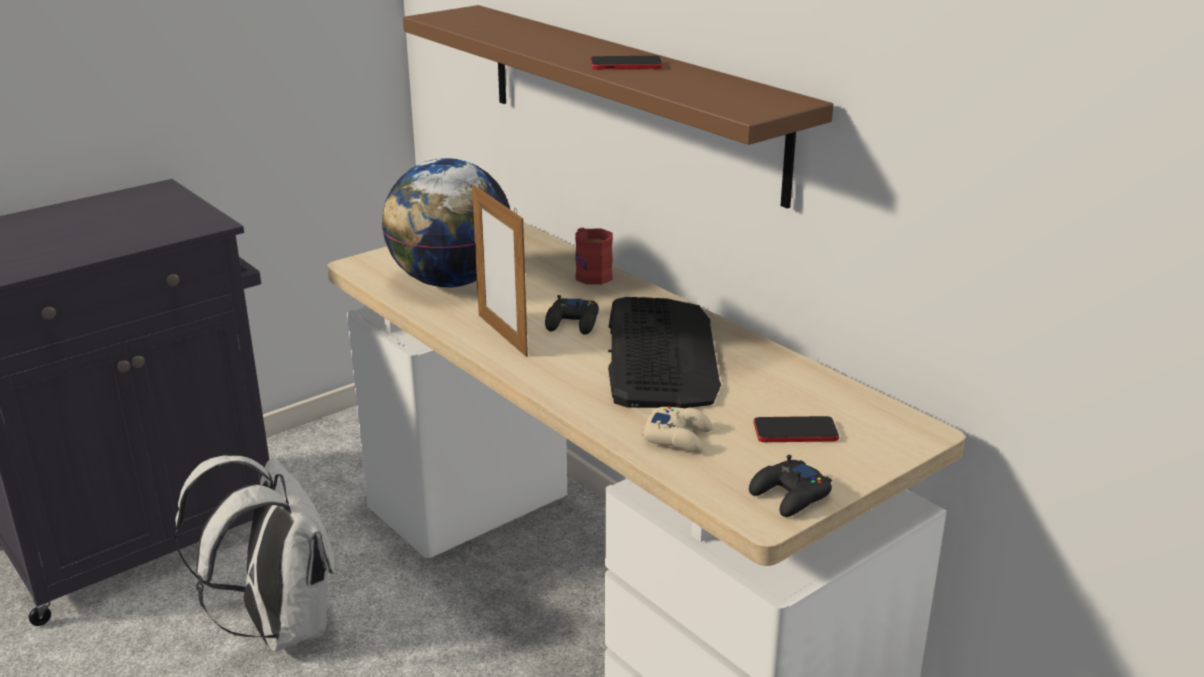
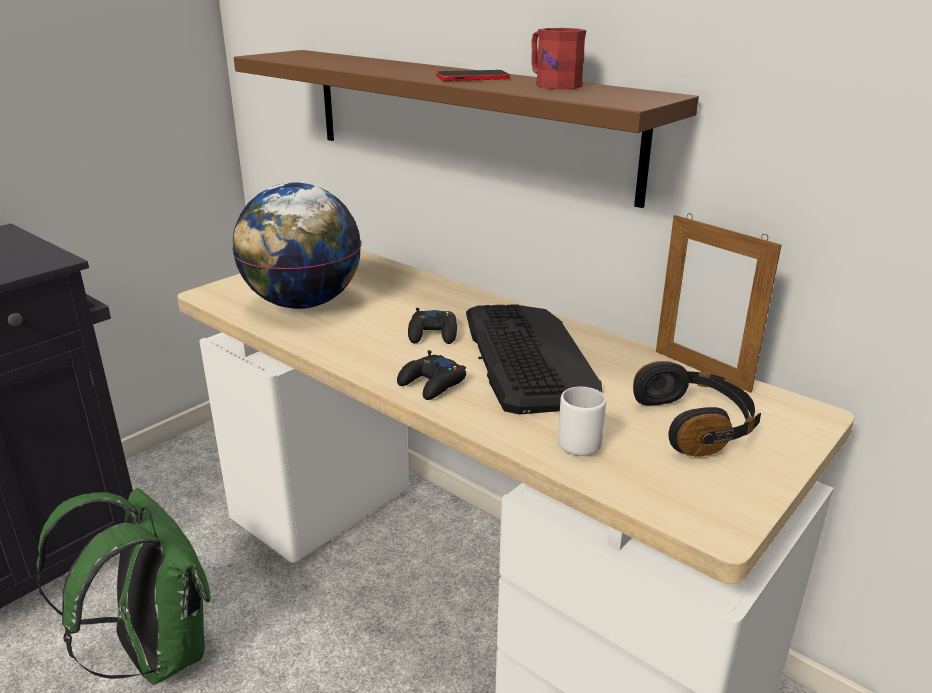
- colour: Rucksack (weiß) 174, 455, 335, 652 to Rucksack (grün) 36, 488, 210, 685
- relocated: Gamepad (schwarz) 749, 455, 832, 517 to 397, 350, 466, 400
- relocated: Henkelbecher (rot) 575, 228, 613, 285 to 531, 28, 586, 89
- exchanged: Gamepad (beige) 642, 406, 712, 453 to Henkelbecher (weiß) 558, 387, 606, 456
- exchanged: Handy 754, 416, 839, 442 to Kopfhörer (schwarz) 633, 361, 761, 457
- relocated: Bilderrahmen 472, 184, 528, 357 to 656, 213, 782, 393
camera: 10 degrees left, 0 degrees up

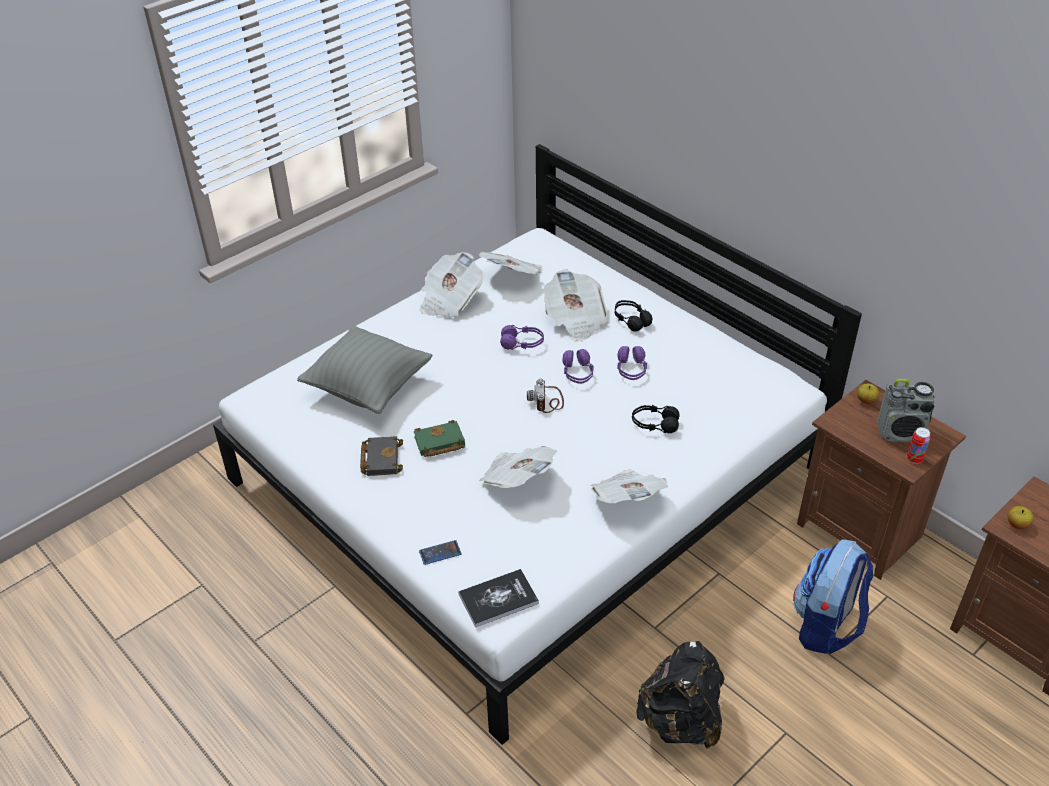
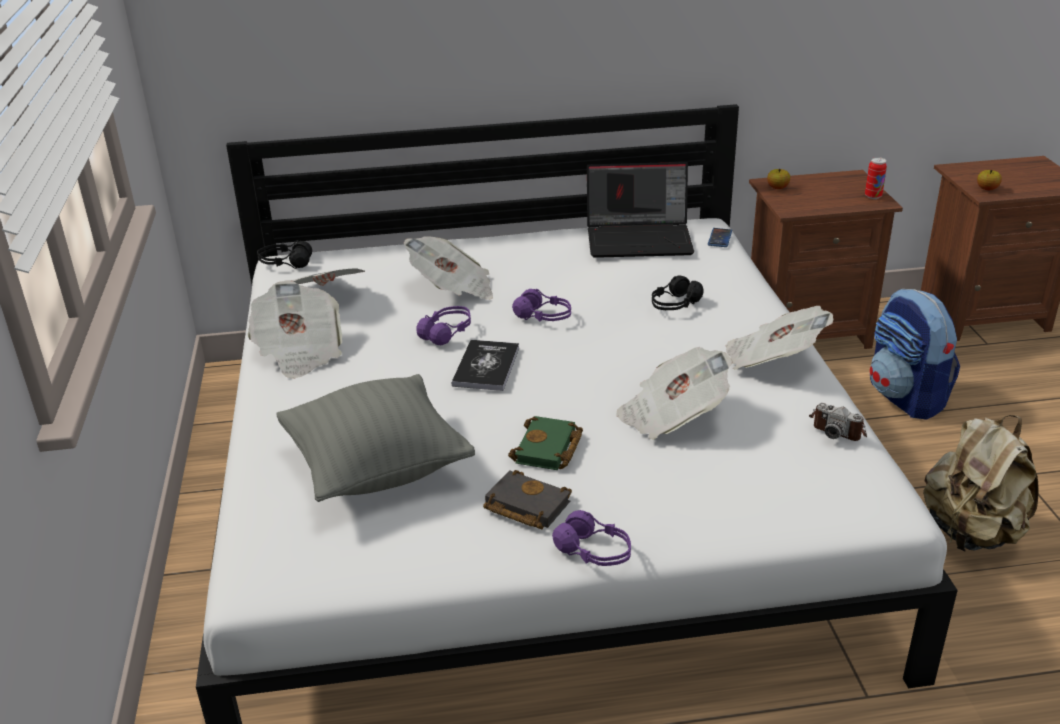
- relocated: Kopfhörer (schwarz) 615, 300, 652, 331 to 257, 240, 312, 269
- relocated: Buch 459, 569, 539, 627 to 452, 340, 519, 391
- relocated: Kopfhörer (lila) 617, 346, 647, 380 to 552, 510, 631, 566
- appeared: Laptop 587, 162, 694, 258
- relocated: Handy 419, 540, 462, 565 to 708, 228, 732, 247
- relocated: Kamera 527, 379, 564, 413 to 809, 403, 867, 441
- colour: Rucksack (schwarz) 636, 641, 724, 749 to Rucksack (beige) 923, 415, 1039, 551
- missing: Radio 877, 379, 935, 442
camera: 55 degrees left, 10 degrees down

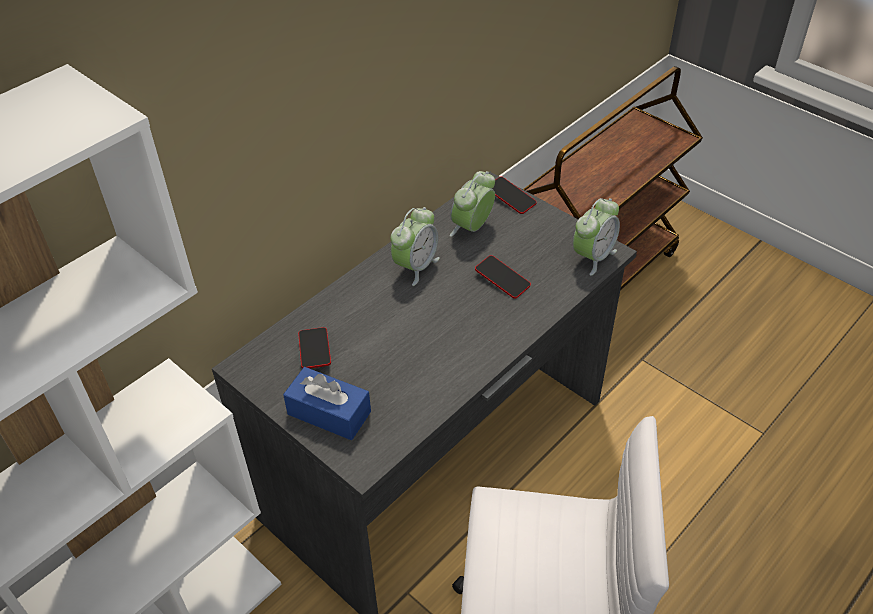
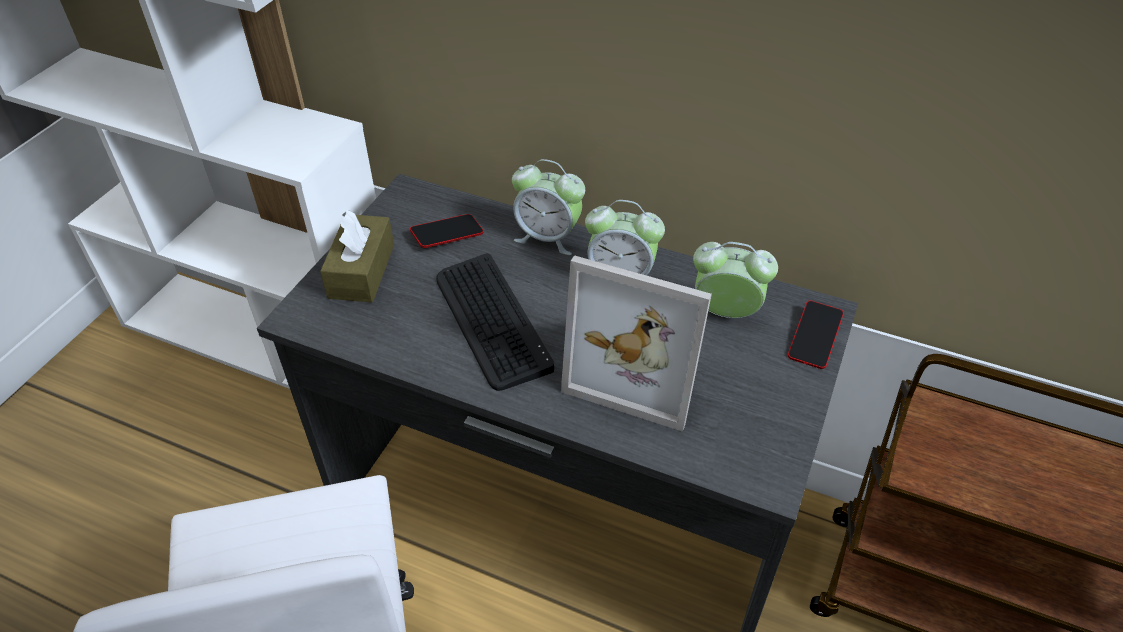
- colour: Taschentuchbox (blau) 283, 367, 371, 440 to Taschentuchbox (braun) 320, 210, 394, 302
- appeared: Tastatur 436, 253, 554, 391
- relocated: Wecker 573, 198, 620, 276 to 512, 159, 585, 255
- exchanged: Handy 475, 255, 531, 299 to Bilderrahmen 561, 255, 712, 432
camera: 70 degrees right, 0 degrees up

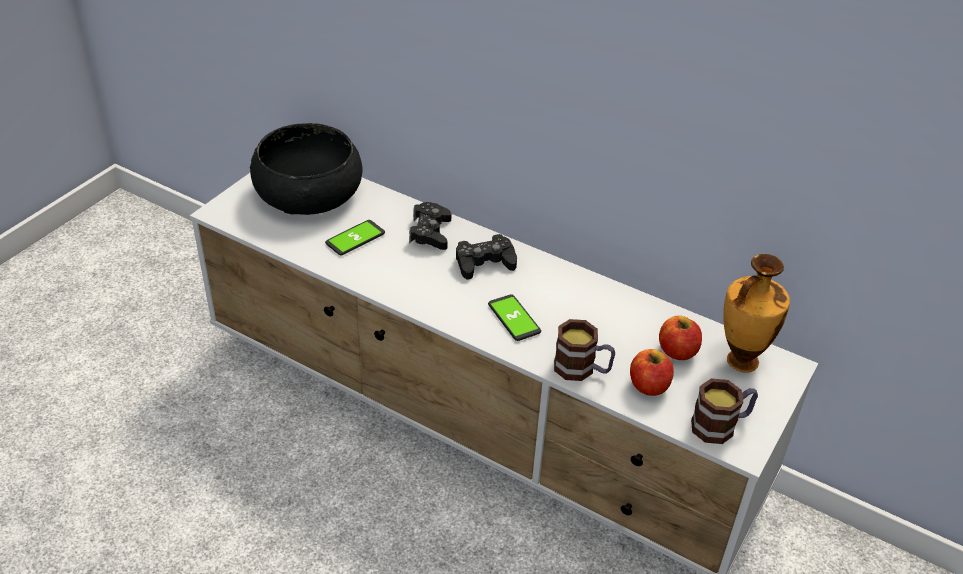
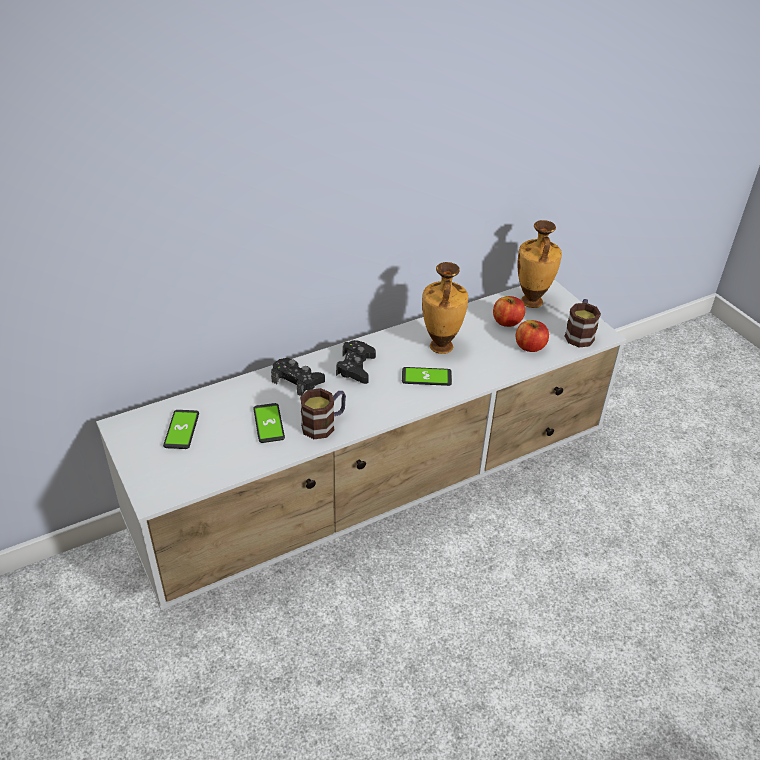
- exchanged: Schüssel (schwarz) 250, 123, 363, 215 to Handy 163, 410, 199, 449
- relocated: Henkelbecher 554, 319, 615, 381 to 300, 388, 346, 439
- appeared: Vase 422, 262, 468, 354
camera: 60 degrees left, 0 degrees up

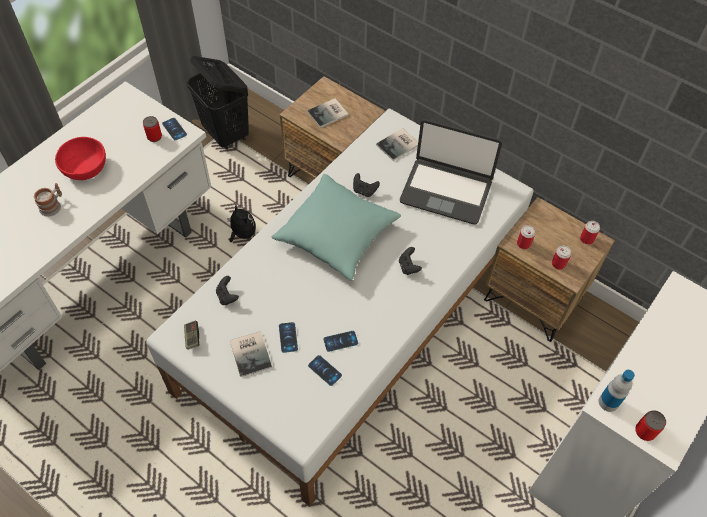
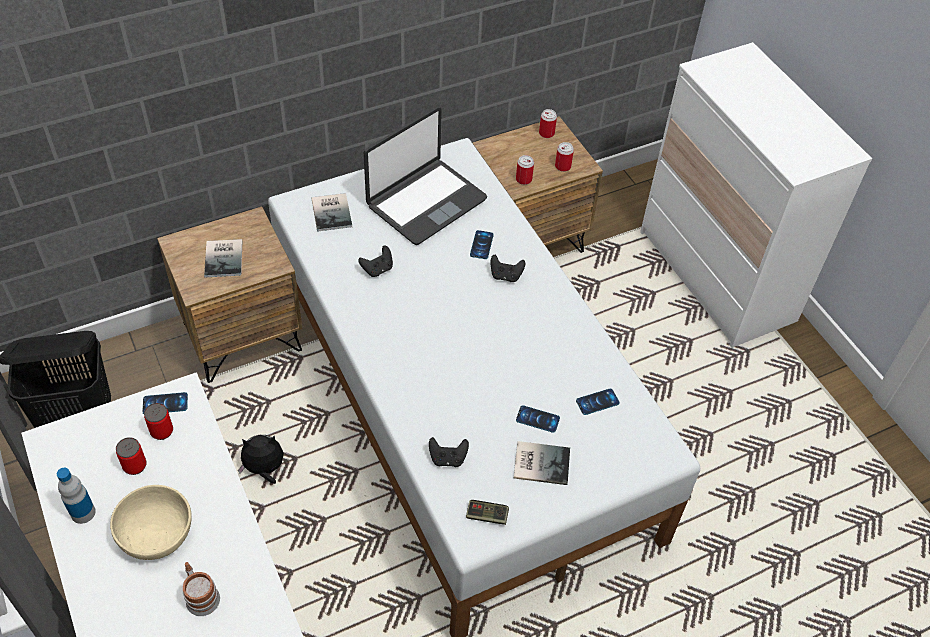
- relocated: Flasche 599, 370, 635, 412 to 57, 468, 96, 524
- colour: Schüssel (rot) 55, 137, 106, 180 to Schüssel (beige) 110, 485, 192, 560
- relocated: Dose 635, 410, 666, 441 to 116, 437, 146, 475
- relocated: Handy 323, 331, 358, 352 to 470, 230, 494, 259
- missing: Kissen (türkis) 271, 174, 401, 281
camera: 65 degrees left, 5 degrees down

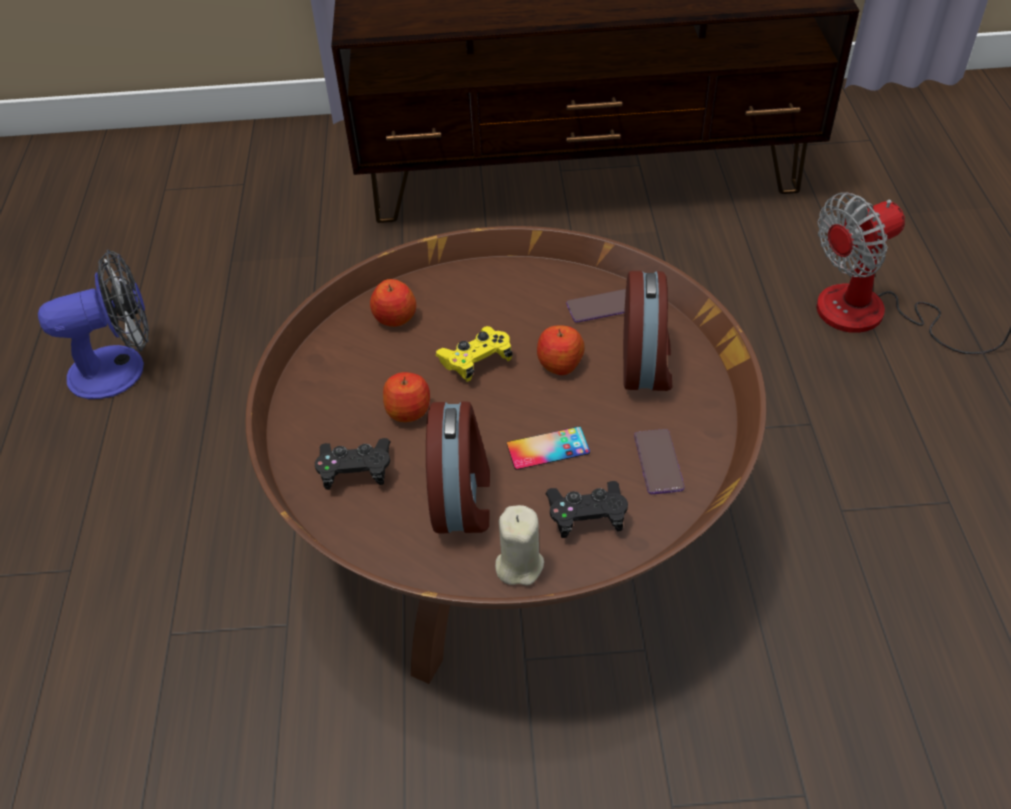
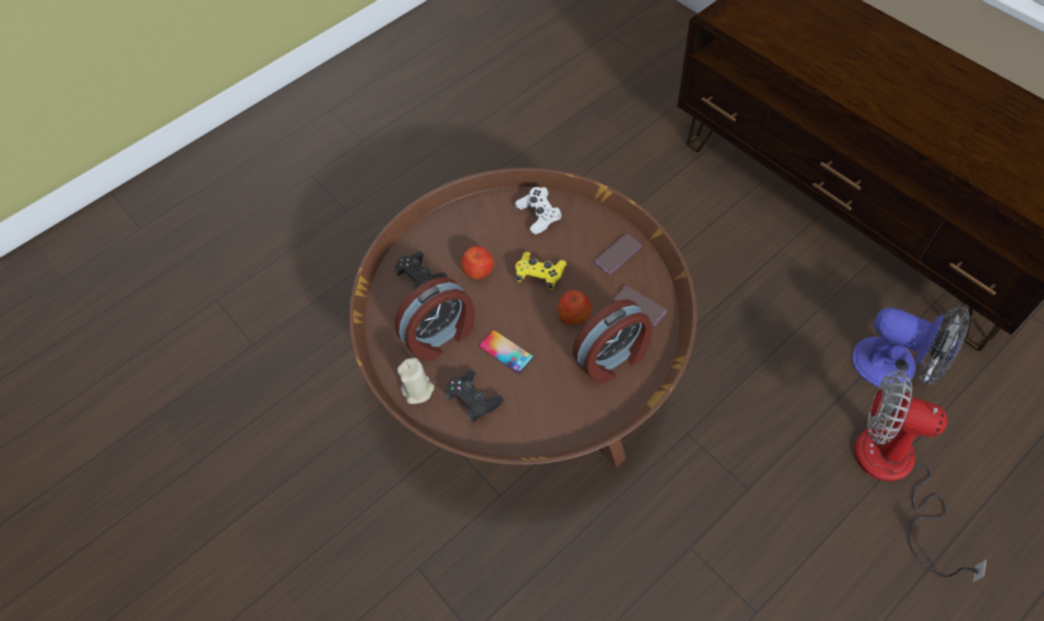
- exchanged: Apfel 370, 279, 416, 327 to Gamepad (weiß) 515, 187, 562, 235
- relocated: Handy 634, 429, 684, 494 to 594, 234, 642, 274
- relocated: Ventilator 38, 250, 149, 399 to 852, 306, 970, 389
camera: 55 degrees right, 10 degrees up

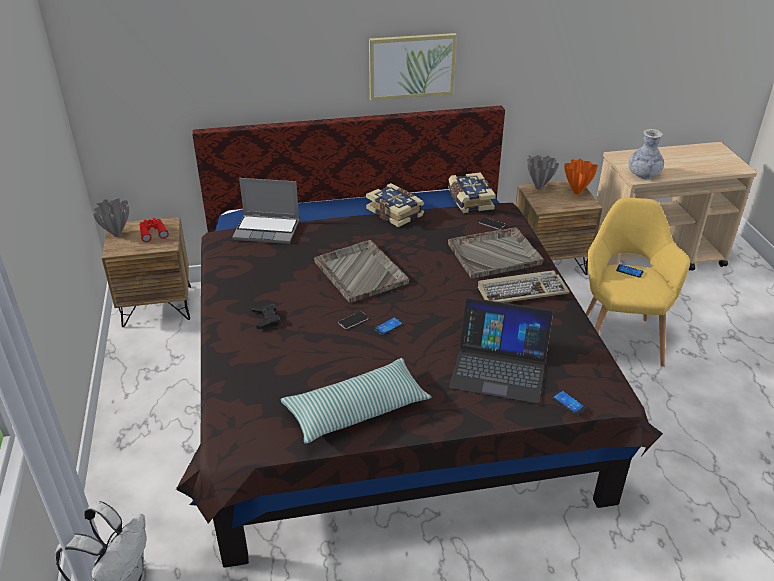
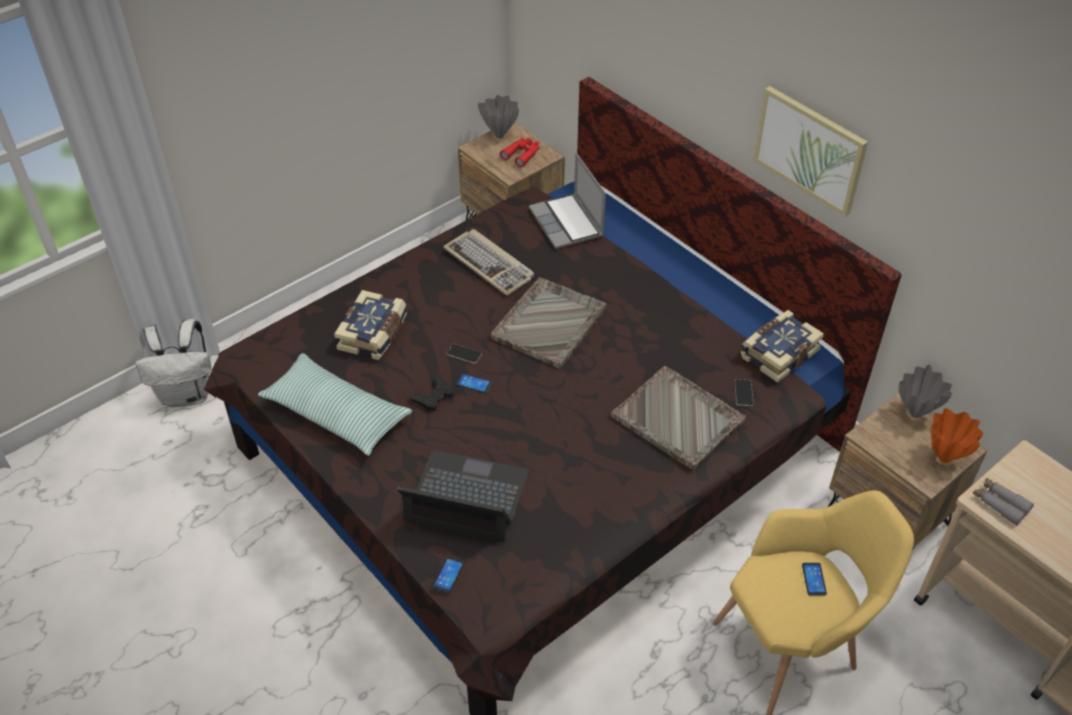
- relocated: Buch 366, 183, 424, 227 to 334, 290, 407, 360
- spun: Laptop 449, 297, 553, 404 = 397, 450, 529, 543 120 degrees clockwise
- relocated: Gamepad (schwarz) 251, 304, 281, 329 to 410, 374, 454, 411
- relocated: Tastatur 478, 270, 570, 303 to 443, 229, 534, 296
- exchanged: Vase 629, 129, 664, 179 to Fernglas (grau) 973, 477, 1034, 526
camera: 60 degrees right, 10 degrees up

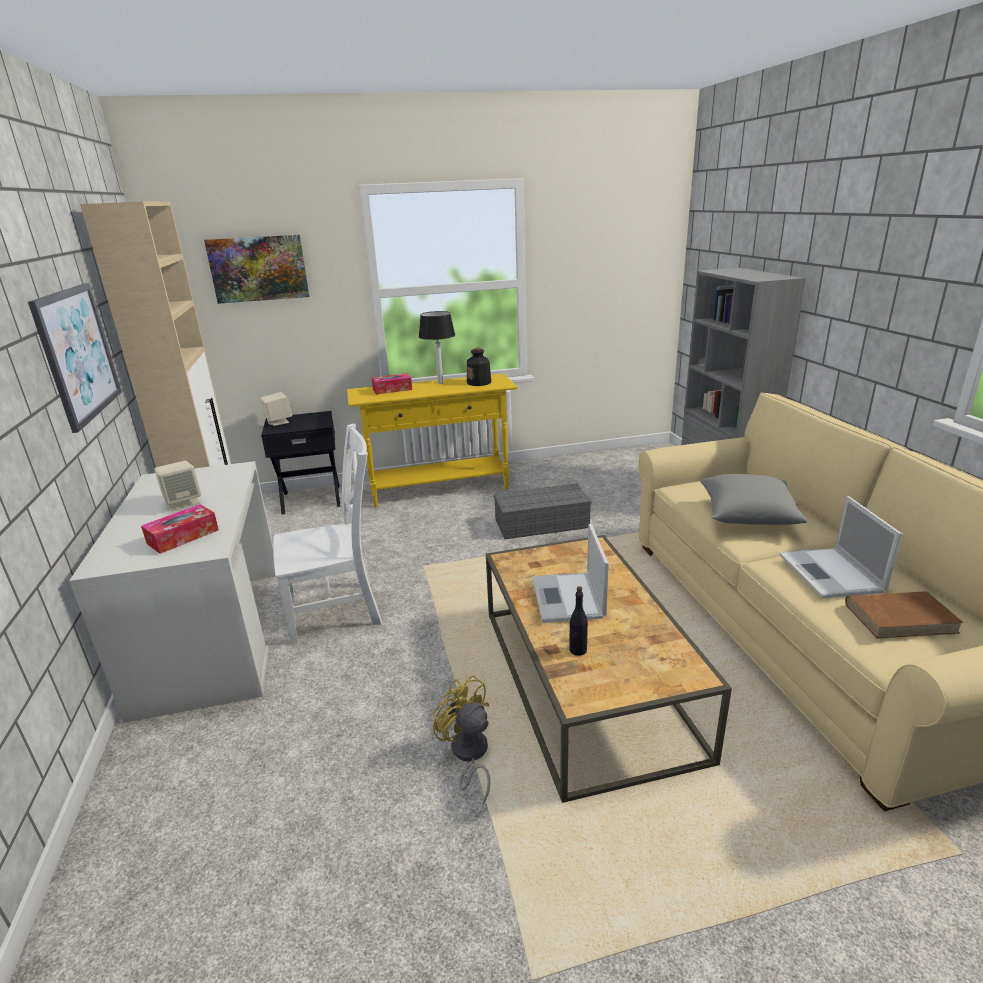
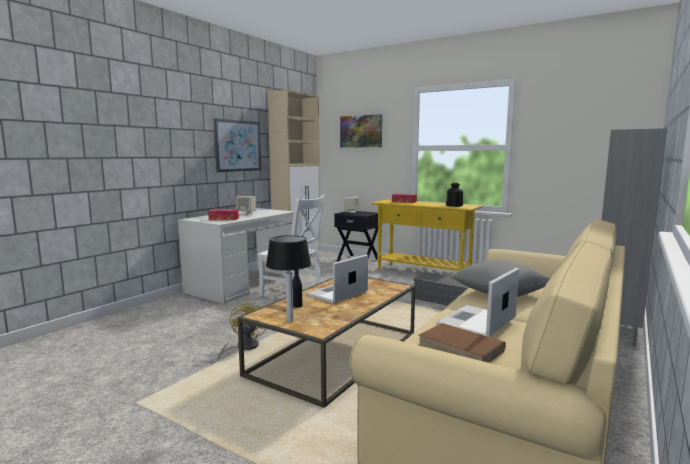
- relocated: Tischlampe 419, 311, 455, 384 to 266, 235, 311, 322
camera: 45 degrees right, 15 degrees down

